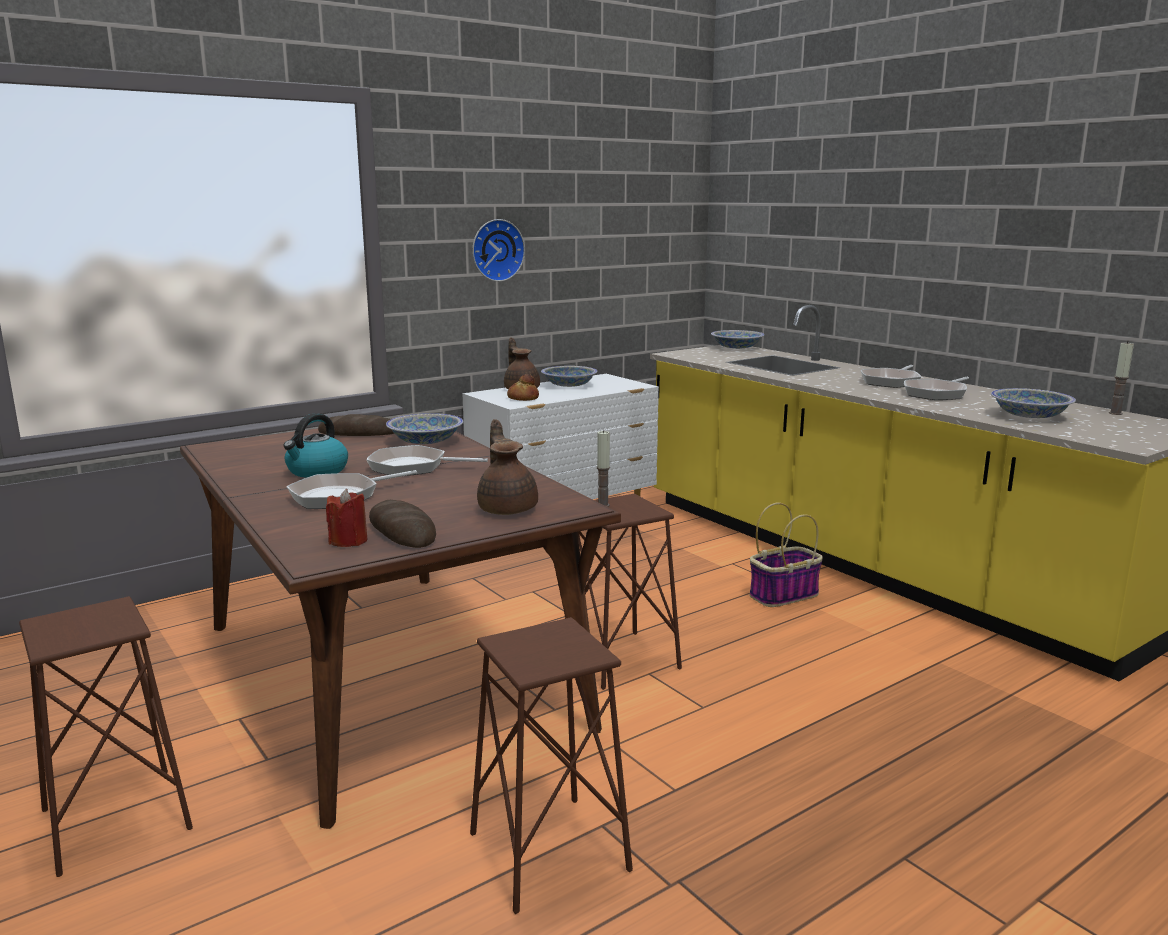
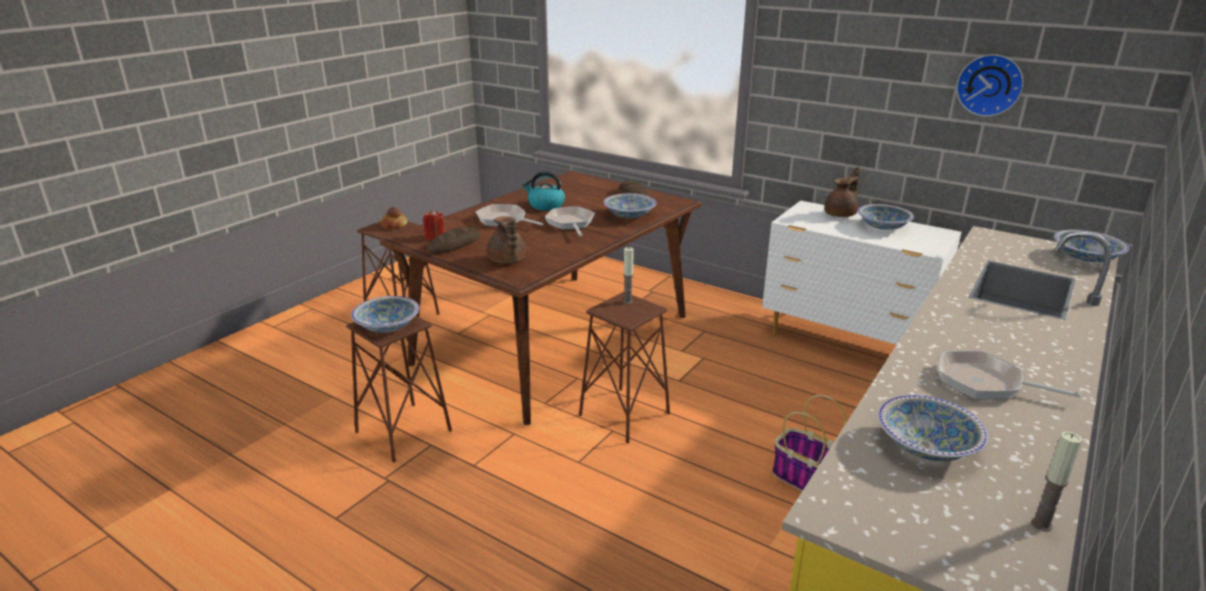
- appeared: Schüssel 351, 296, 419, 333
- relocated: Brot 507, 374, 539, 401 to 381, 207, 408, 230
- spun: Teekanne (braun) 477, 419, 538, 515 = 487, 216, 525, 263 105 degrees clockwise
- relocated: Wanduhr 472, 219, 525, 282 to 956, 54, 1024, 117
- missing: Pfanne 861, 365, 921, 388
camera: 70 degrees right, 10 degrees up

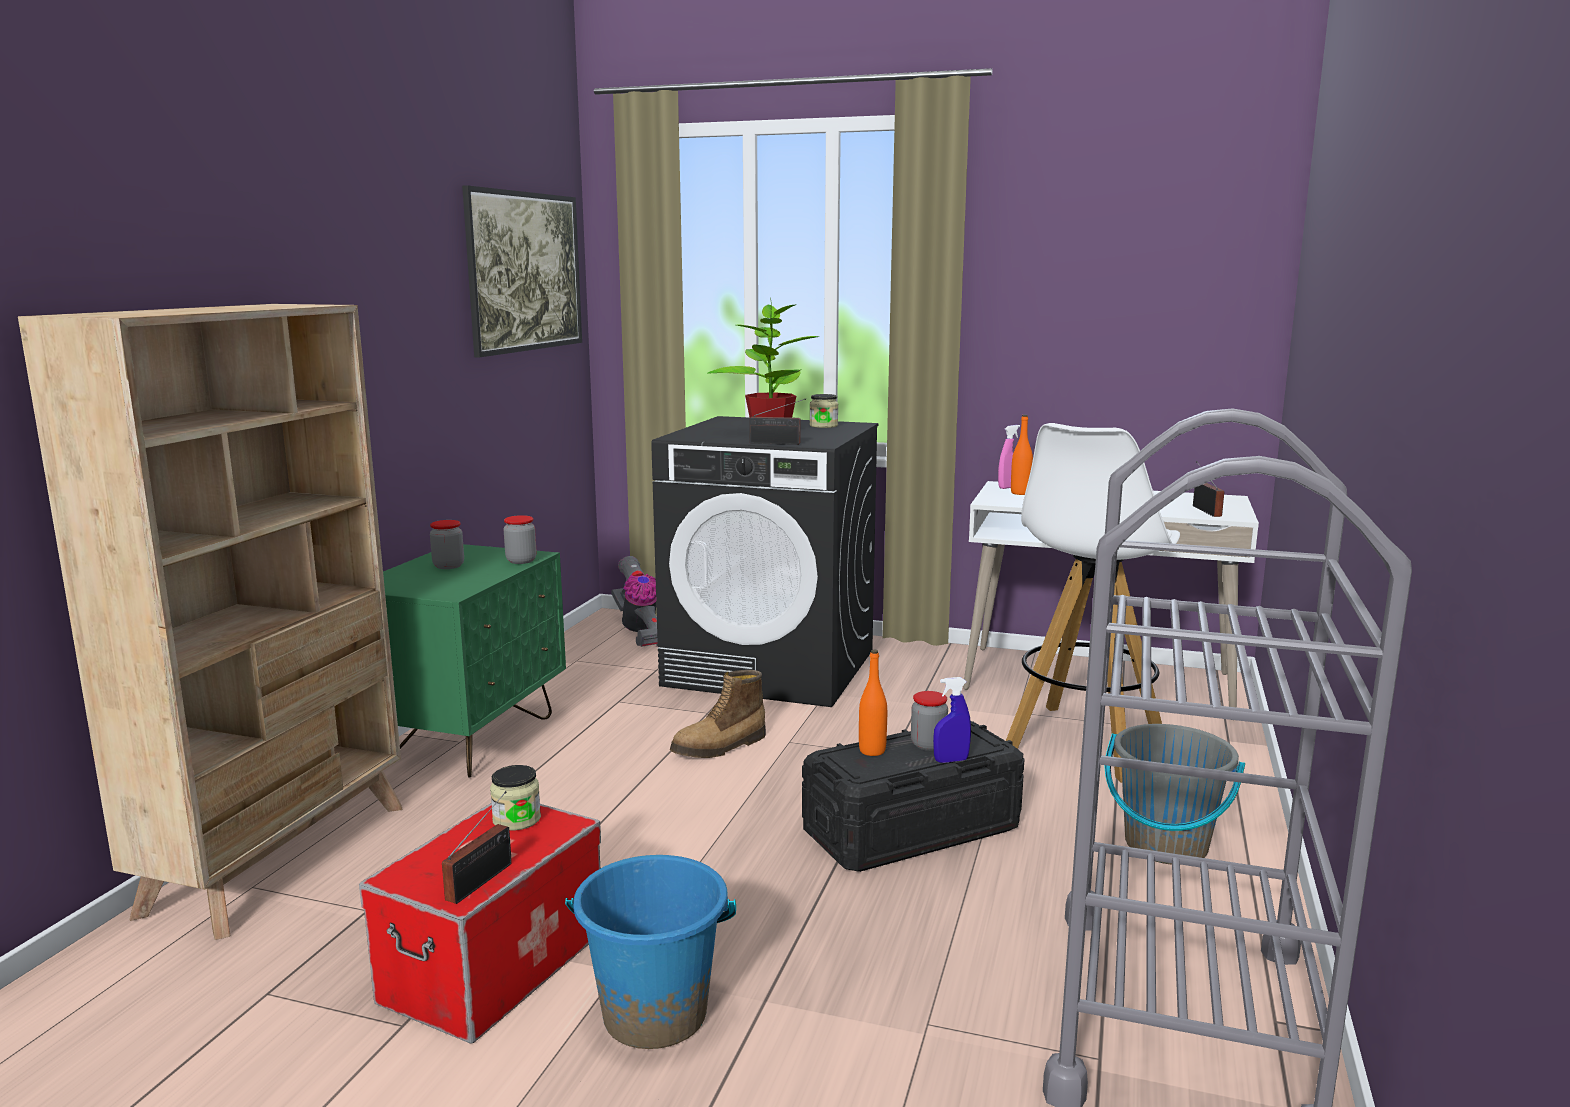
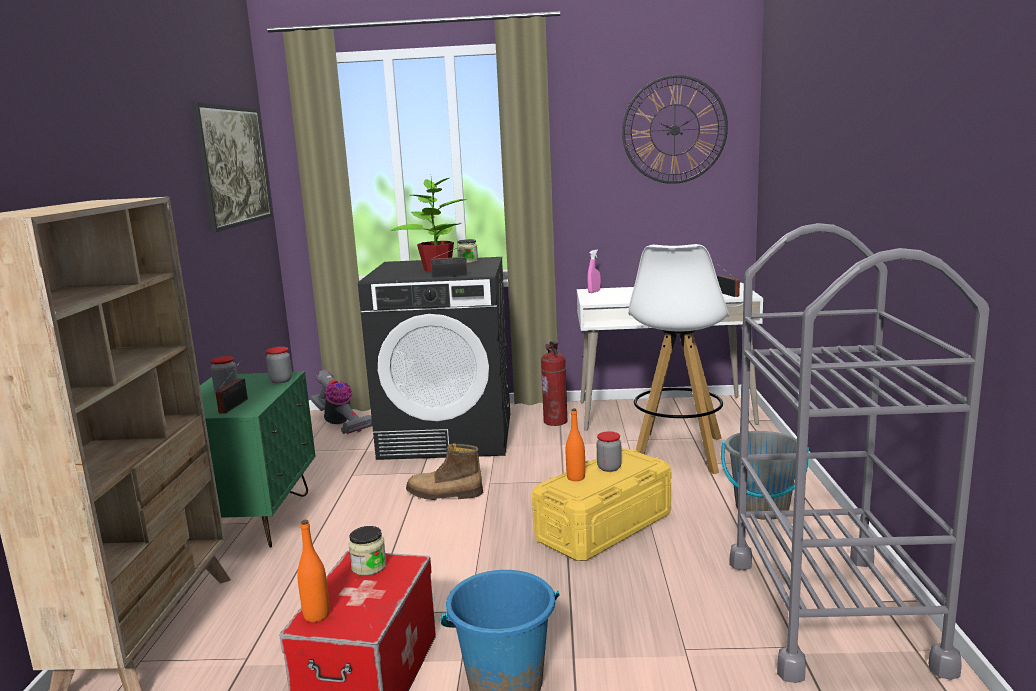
- relocated: Radio 442, 791, 512, 904 to 216, 361, 248, 414
- relocated: Flasche (orange) 1011, 415, 1033, 495 to 297, 520, 330, 622
- spun: Stiefel 670, 670, 766, 758 = 406, 443, 483, 500 60 degrees clockwise
- colour: Aufbewahrungsbox (schwarz) 802, 721, 1024, 872 to Aufbewahrungsbox (gelb) 532, 449, 671, 561
- appeared: Feuerlöscher 541, 341, 567, 426
- appeared: Wanduhr 622, 75, 728, 184
- missing: Sprühflasche (blau) 933, 677, 971, 763
camera: 15 degrees left, 0 degrees up

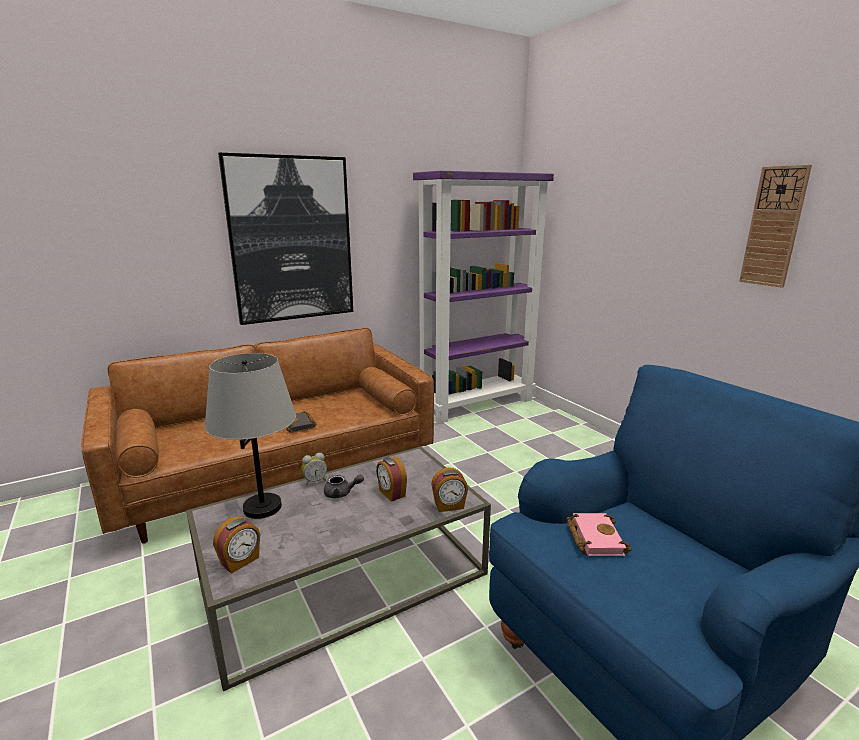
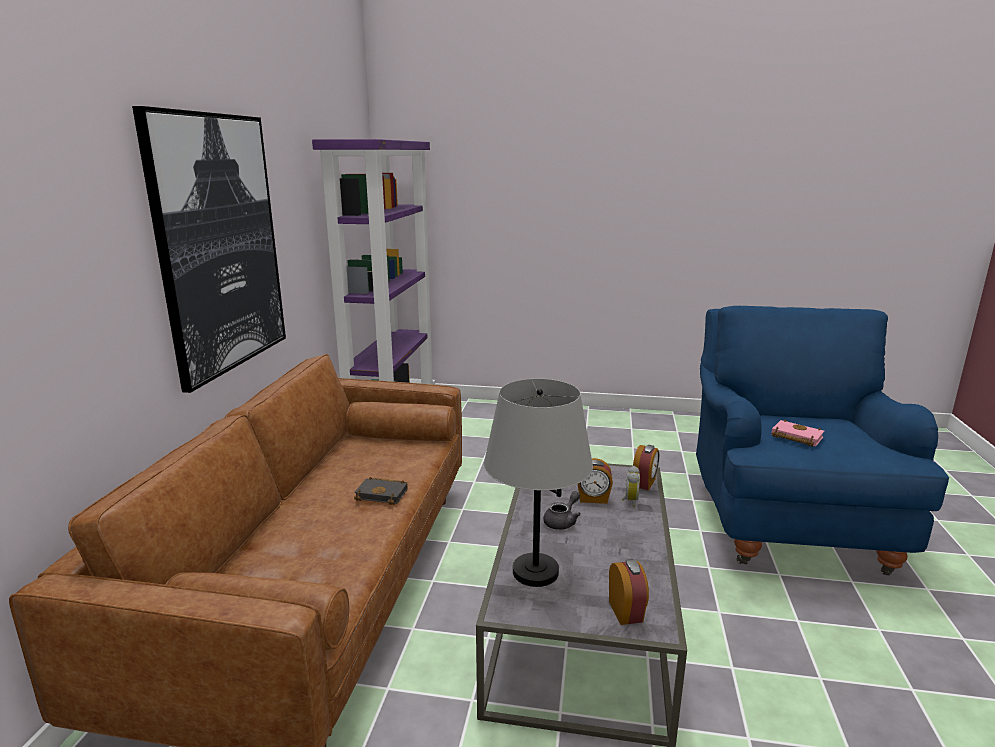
- relocated: Wecker 301, 453, 327, 485 to 622, 466, 640, 507
- missing: Wanduhr 739, 165, 812, 288
camera: 50 degrees left, 0 degrees up

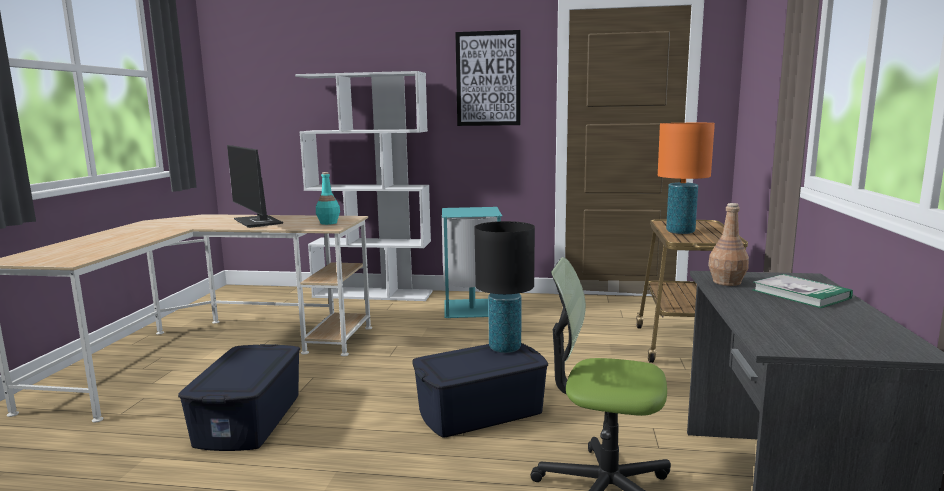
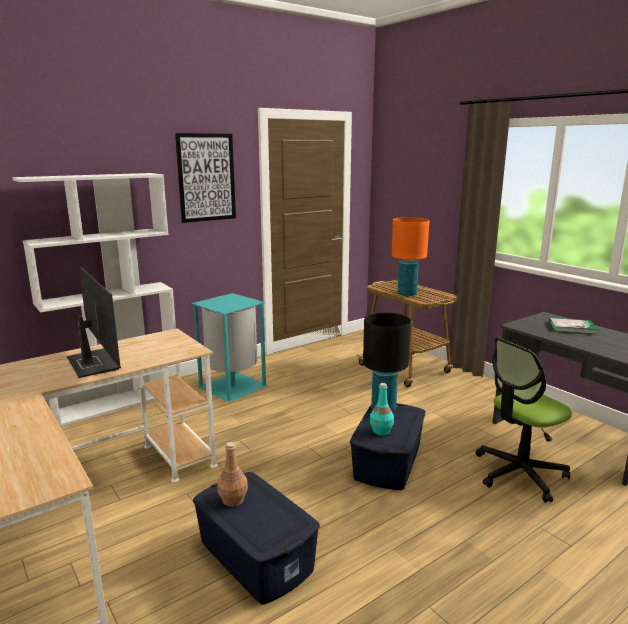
- spun: Monitor 227, 145, 283, 228 = 67, 267, 121, 378 135 degrees counterclockwise
- relocated: Flasche (braun) 708, 203, 749, 286 to 217, 442, 248, 507
- relocated: Flasche (türkis) 316, 172, 340, 225 to 370, 383, 394, 435
camera: 45 degrees left, 5 degrees up

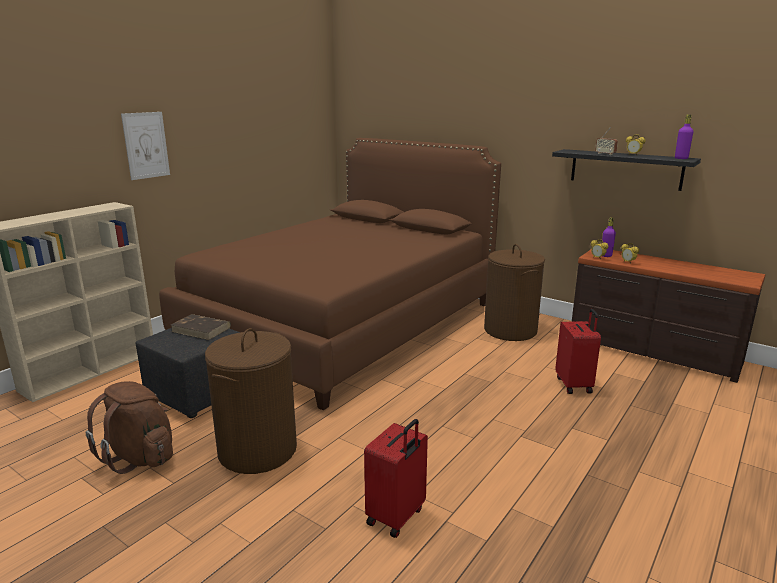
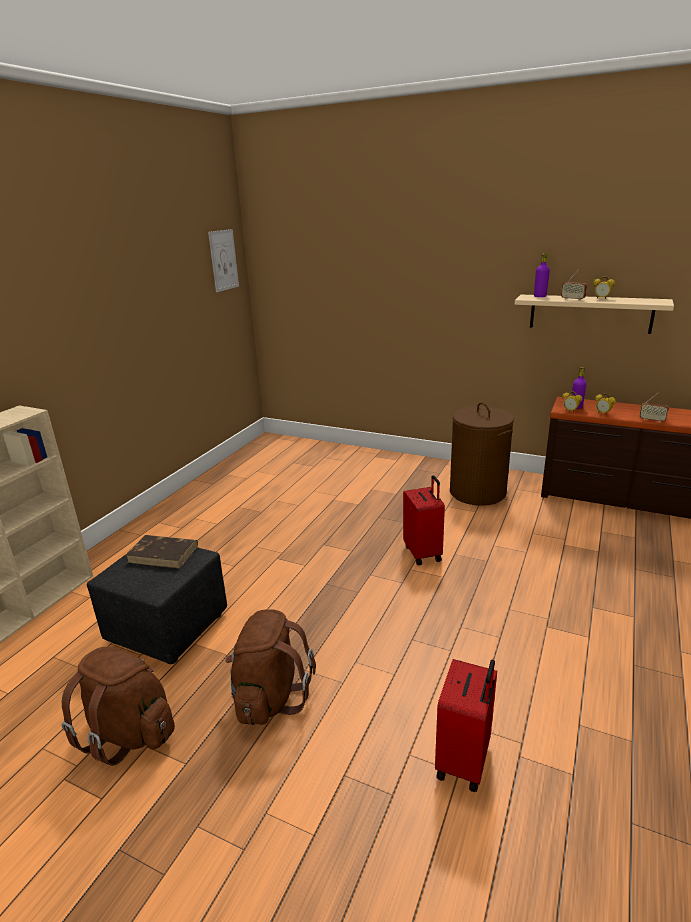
- relocated: Bild 121, 112, 170, 180 to 208, 229, 239, 292
- exchanged: Wäschekorb (braun) 205, 328, 297, 474 to Rucksack (braun) 225, 609, 316, 725
- relocated: Koffer (rot) 555, 309, 601, 394 to 403, 475, 445, 566
- colour: Wandregal (schwarz) 552, 149, 701, 191 to Wandregal (beige) 515, 295, 674, 334
- relocated: Flasche (lila) 675, 114, 693, 159 to 534, 253, 550, 297
- appeared: Radio 639, 392, 669, 423
- missing: Bett (braun) 159, 138, 501, 410
camera: 10 degrees left, 5 degrees up

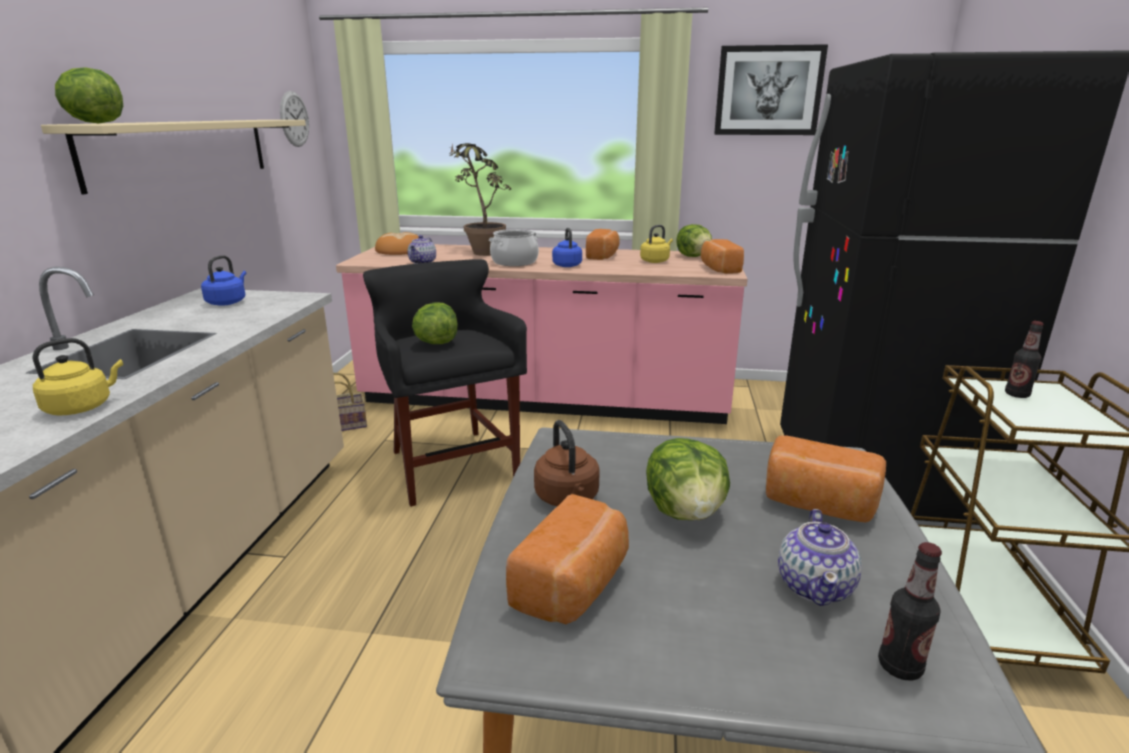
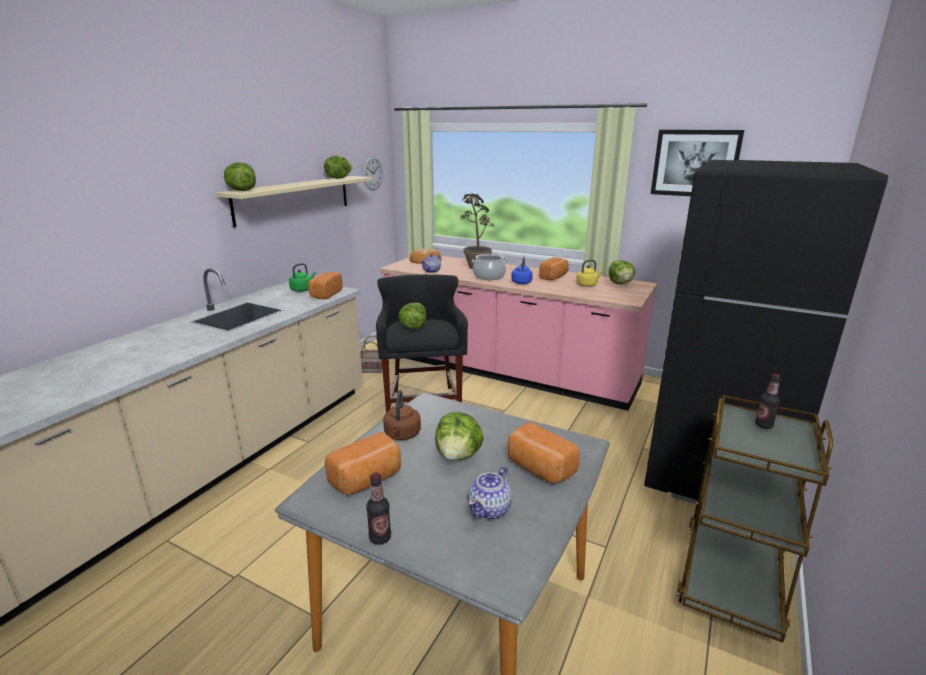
- colour: Wasserkessel (blau) 201, 255, 247, 306 to Wasserkessel (grün) 289, 263, 316, 292
- relocated: Brot 701, 239, 744, 274 to 308, 272, 342, 299
- appeared: Salatkopf 324, 155, 352, 179
- relocated: Flasche 878, 542, 942, 681 to 366, 472, 391, 545
- missing: Wasserkessel (gelb) 32, 338, 123, 415
camera: 20 degrees right, 0 degrees up

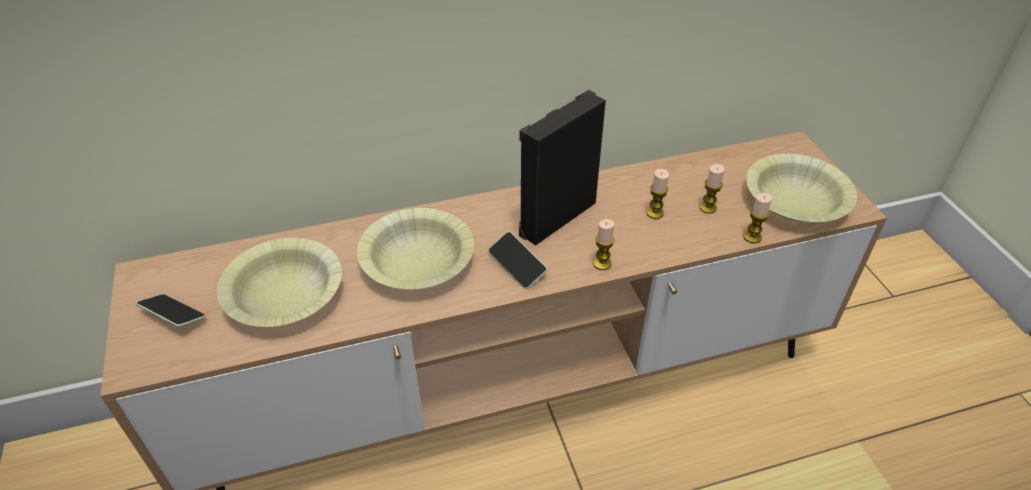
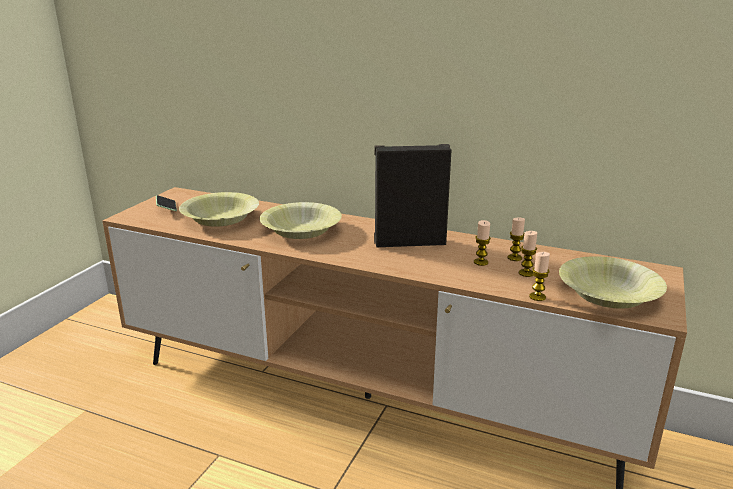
- relocated: Kerze 593, 219, 615, 270 to 508, 218, 525, 261
- missing: Handy 488, 232, 547, 289
camera: 40 degrees right, 20 degrees down

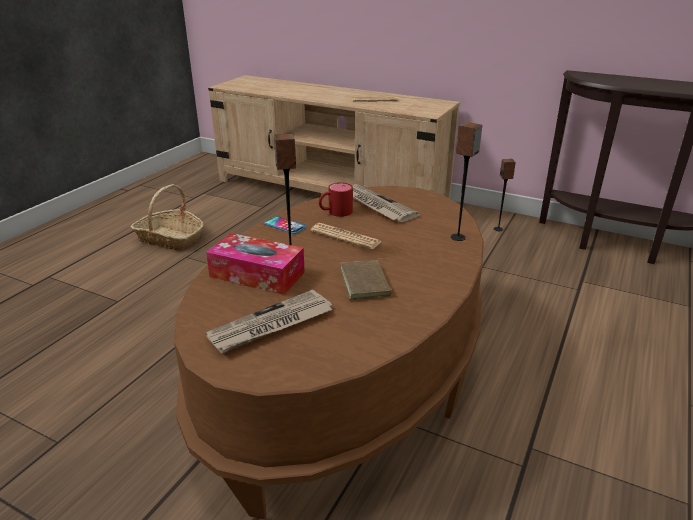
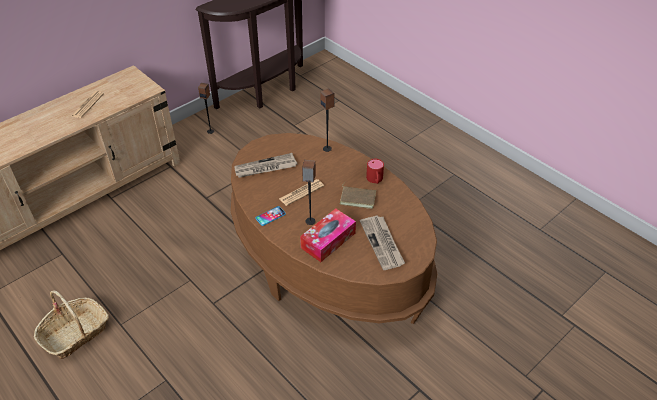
- relocated: Henkelbecher (rot) 319, 182, 353, 217 to 366, 159, 384, 184
camera: 70 degrees left, 15 degrees up

